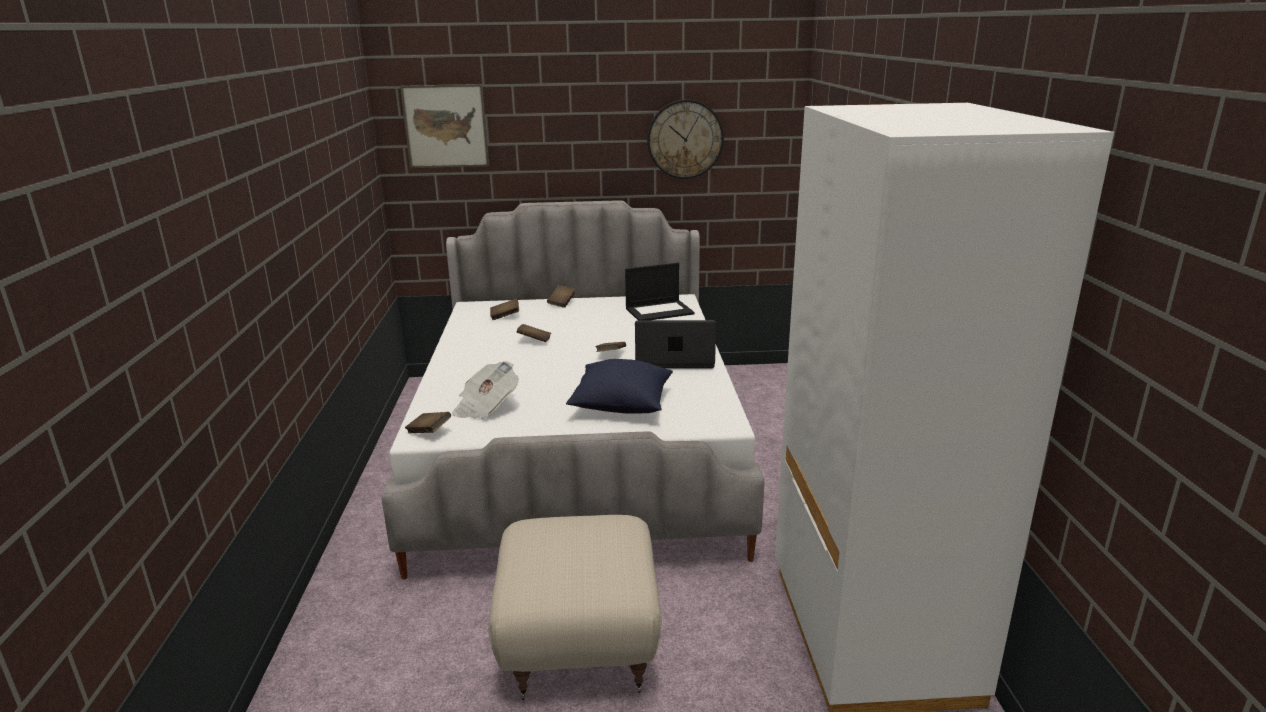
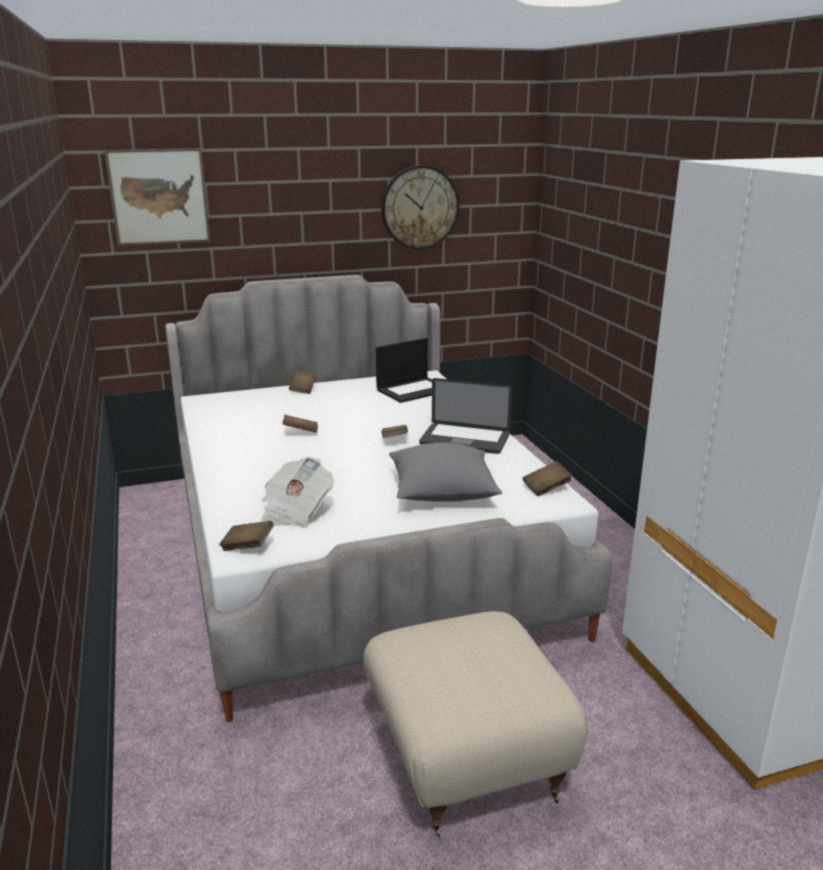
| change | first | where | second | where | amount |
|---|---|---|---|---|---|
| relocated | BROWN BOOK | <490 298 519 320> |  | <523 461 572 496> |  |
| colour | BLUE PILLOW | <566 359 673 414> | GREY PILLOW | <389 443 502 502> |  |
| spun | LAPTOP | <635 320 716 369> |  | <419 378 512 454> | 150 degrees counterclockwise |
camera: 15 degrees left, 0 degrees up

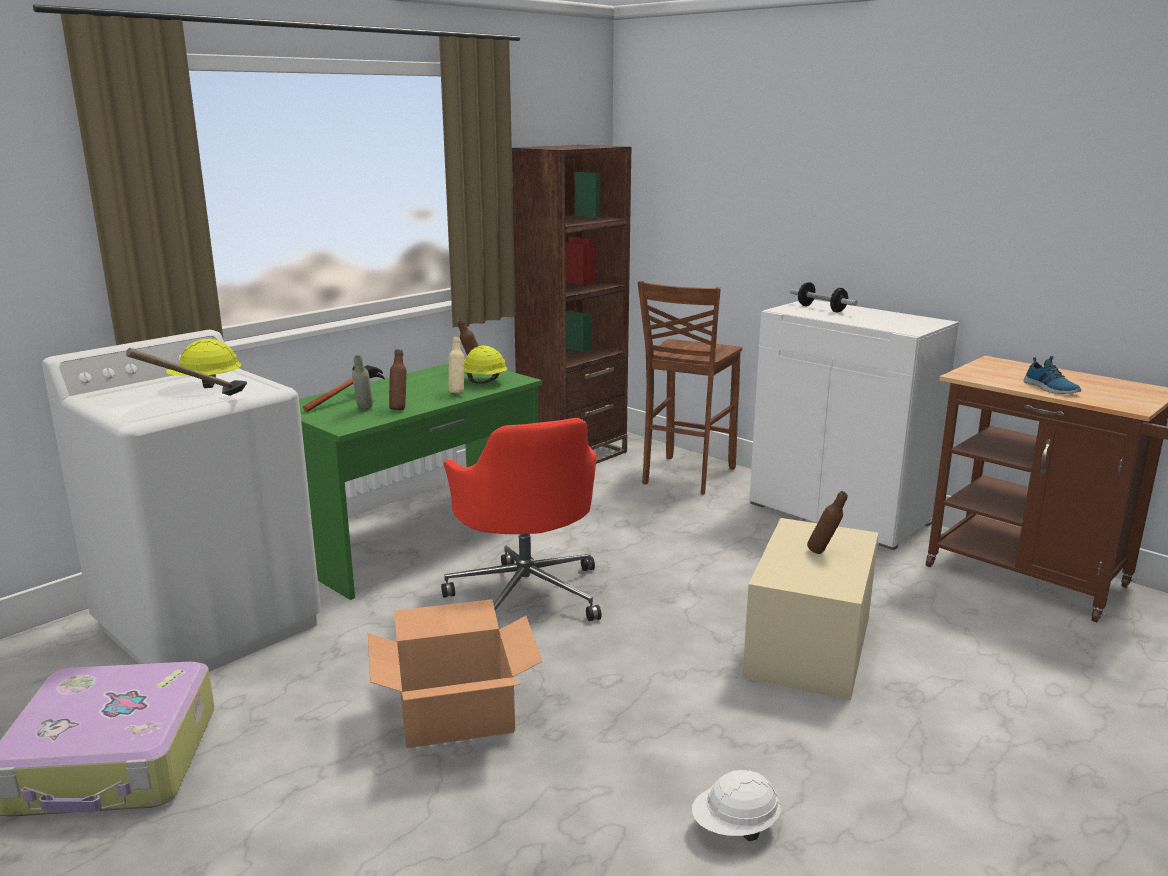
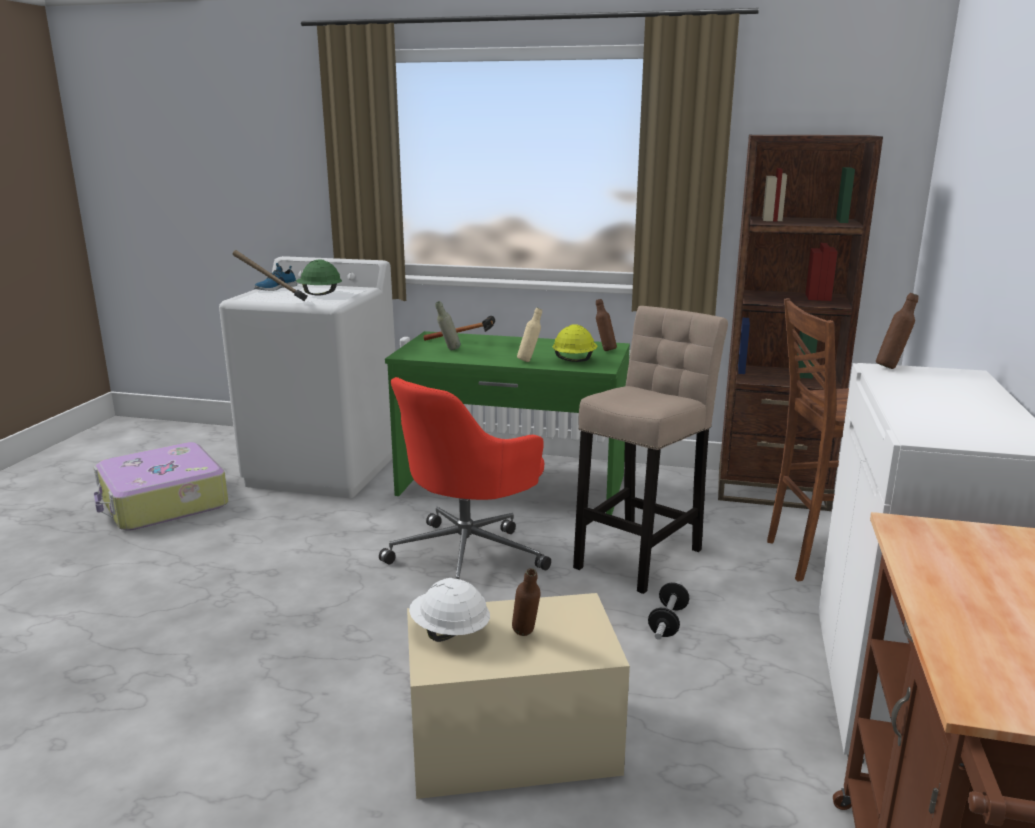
| change | first | where | second | where | amount |
|---|---|---|---|---|---|
| colour | YELLOW HARD HAT | <166 339 242 388> | GREEN HARD HAT | <296 260 342 295> |  |
| missing | CARDBOARD BOX | <368 599 543 748> |  |  |  |
| relocated | BROWN BOTTLE | <389 349 407 410> |  | <876 293 919 369> |  |
| relocated | WHITE HARD HAT | <692 770 781 841> |  | <409 578 490 642> |  |
| relocated | DUMBBELL | <790 282 857 312> |  | <648 582 689 640> |  |
| relocated | SHOE | <1024 356 1081 394> |  | <254 263 297 291> |  |
| appeared |  |  | BEIGE STOOL | <573 306 728 594> |  |
camera: 60 degrees right, 0 degrees up

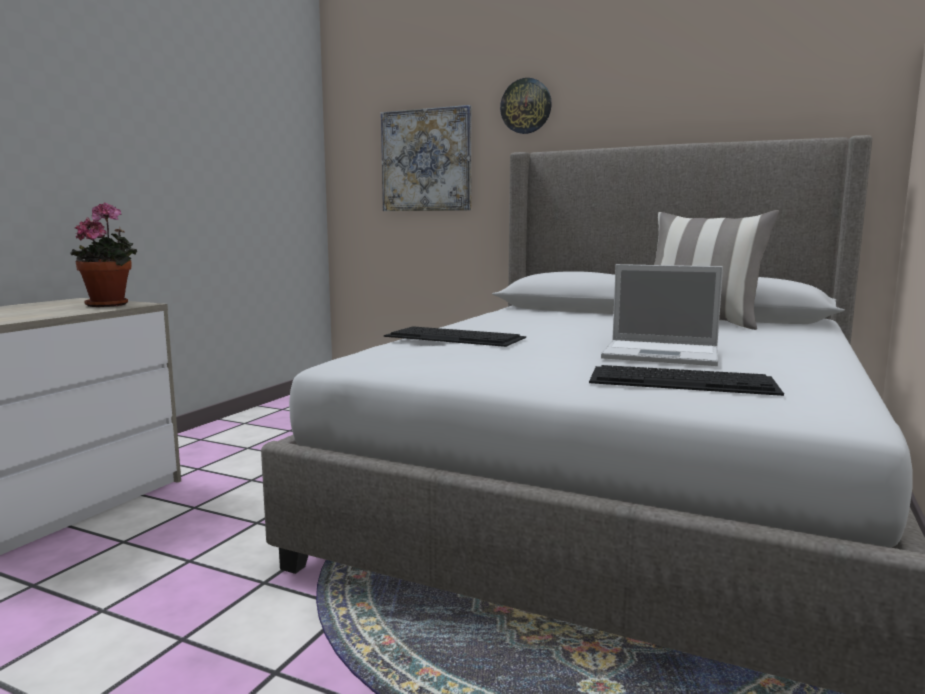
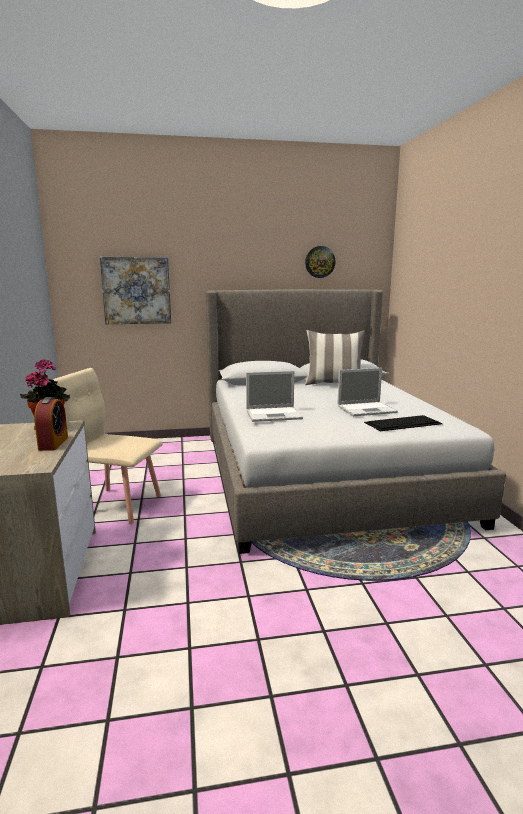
| change | first | where | second | where | amount |
|---|---|---|---|---|---|
| exchanged | KEYBOARD | <384 326 526 347> | LAPTOP | <246 371 303 422> |  |
| relocated | WALL CLOCK | <500 78 552 134> |  | <305 246 335 278> |  |
| appeared |  |  | ALARM CLOCK | <34 397 68 451> |  |
| appeared |  |  | BEIGE CHAIR | <52 368 163 524> |  |
camera: 35 degrees left, 5 degrees up

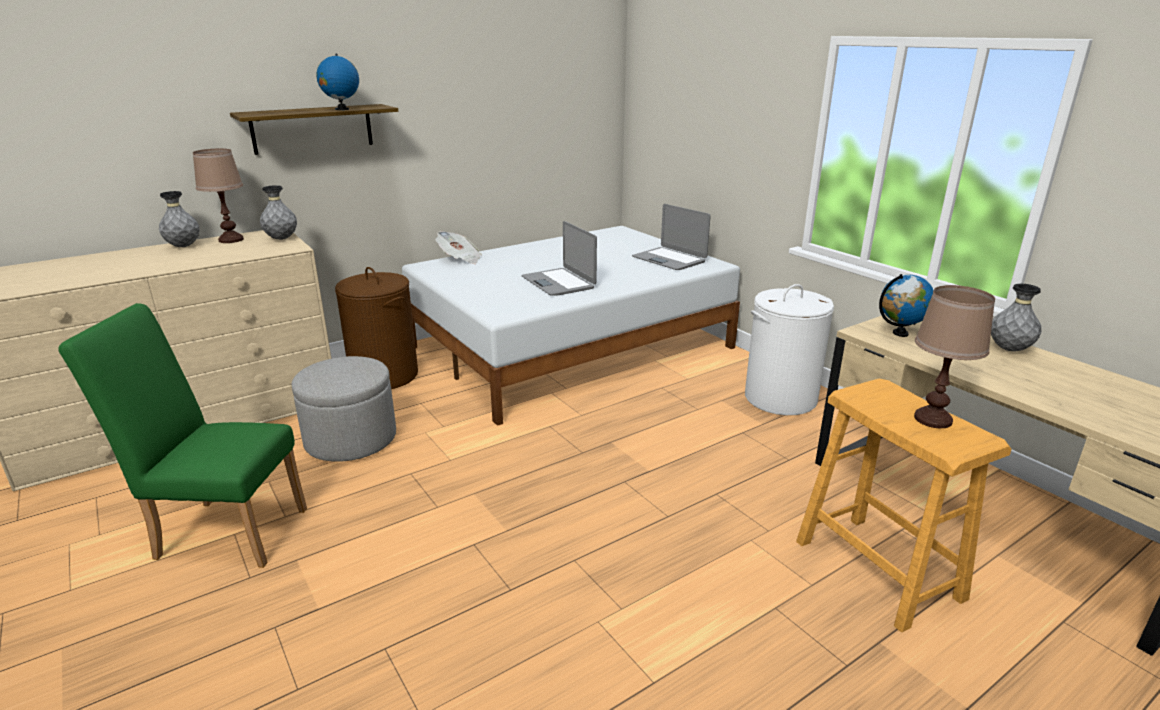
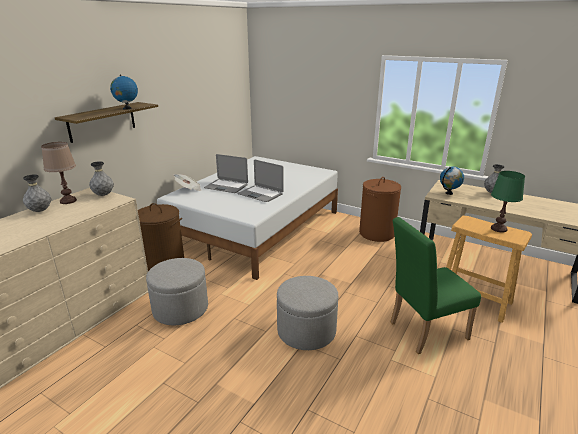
| change | first | where | second | where | amount |
|---|---|---|---|---|---|
| relocated | GREEN CHAIR | <58 303 307 568> |  | <391 217 481 354> |  |
| relocated | LAPTOP | <632 204 711 270> |  | <204 154 248 193> |  |
| colour | WHITE LAUNDRY BASKET | <745 284 834 415> | BROWN LAUNDRY BASKET | <359 177 401 242> |  |
| colour | BROWN TABLE LAMP | <914 285 995 428> | GREEN TABLE LAMP | <491 171 525 233> |  |
| appeared |  |  | GREY OTTOMAN | <277 276 338 350> |  |
camera: 25 degrees left, 0 degrees up

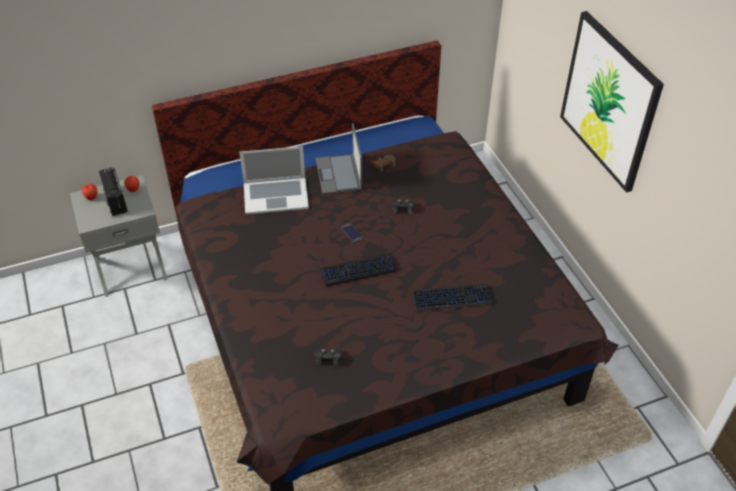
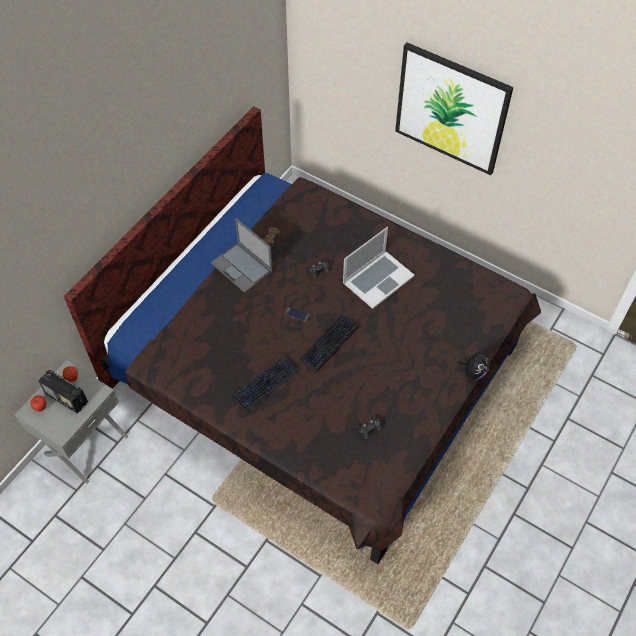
| change | first | where | second | where | amount |
|---|---|---|---|---|---|
| relocated | LAPTOP | <239 146 309 215> |  | <343 227 415 309> |  |
| relocated | KEYBOARD | <412 284 492 312> |  | <232 356 299 412> |  |
| appeared |  |  | PLUSH TOY | <458 350 490 380> |  |
camera: 35 degrees left, 10 degrees up

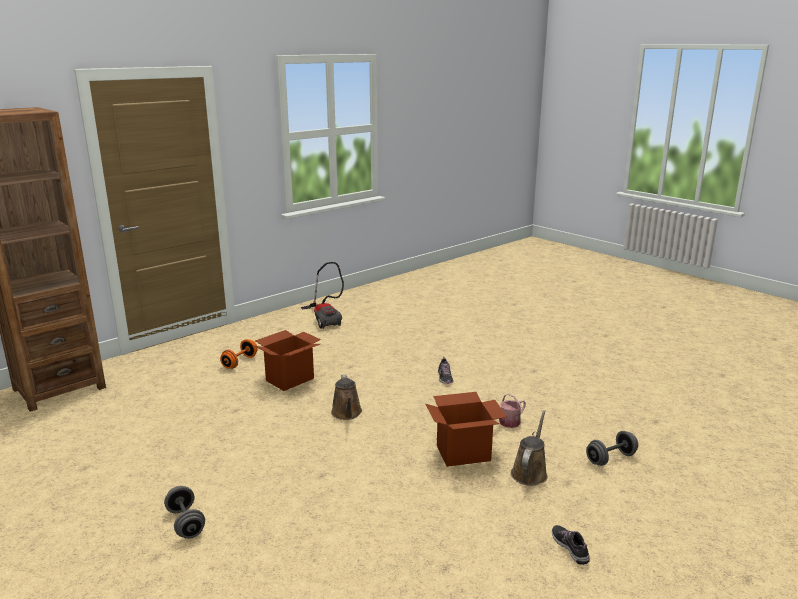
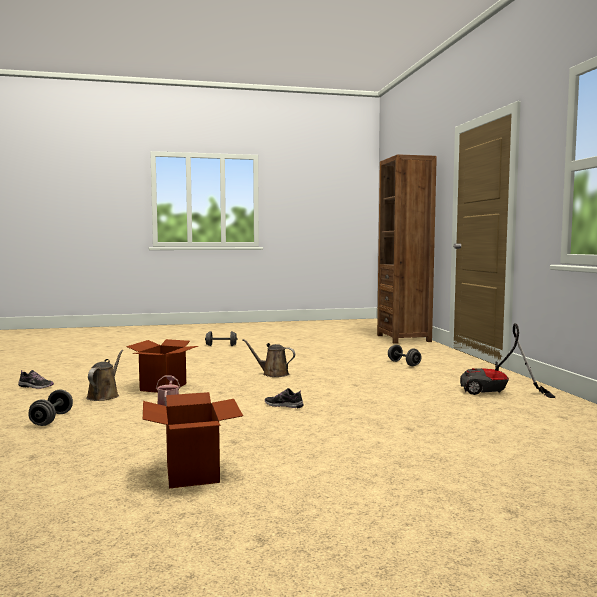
| change | first | where | second | where | amount |
|---|---|---|---|---|---|
| colour | ORANGE DUMBBELL | <220 339 258 369> | GREY DUMBBELL | <388 345 422 366> |  |
| relocated | CARDBOARD BOX | <255 330 321 391> |  | <143 392 243 488> |  |
| spun | BROWN WATERING CAN | <511 410 548 486> |  | <86 350 123 401> | 135 degrees counterclockwise |
camera: 120 degrees right, 15 degrees down

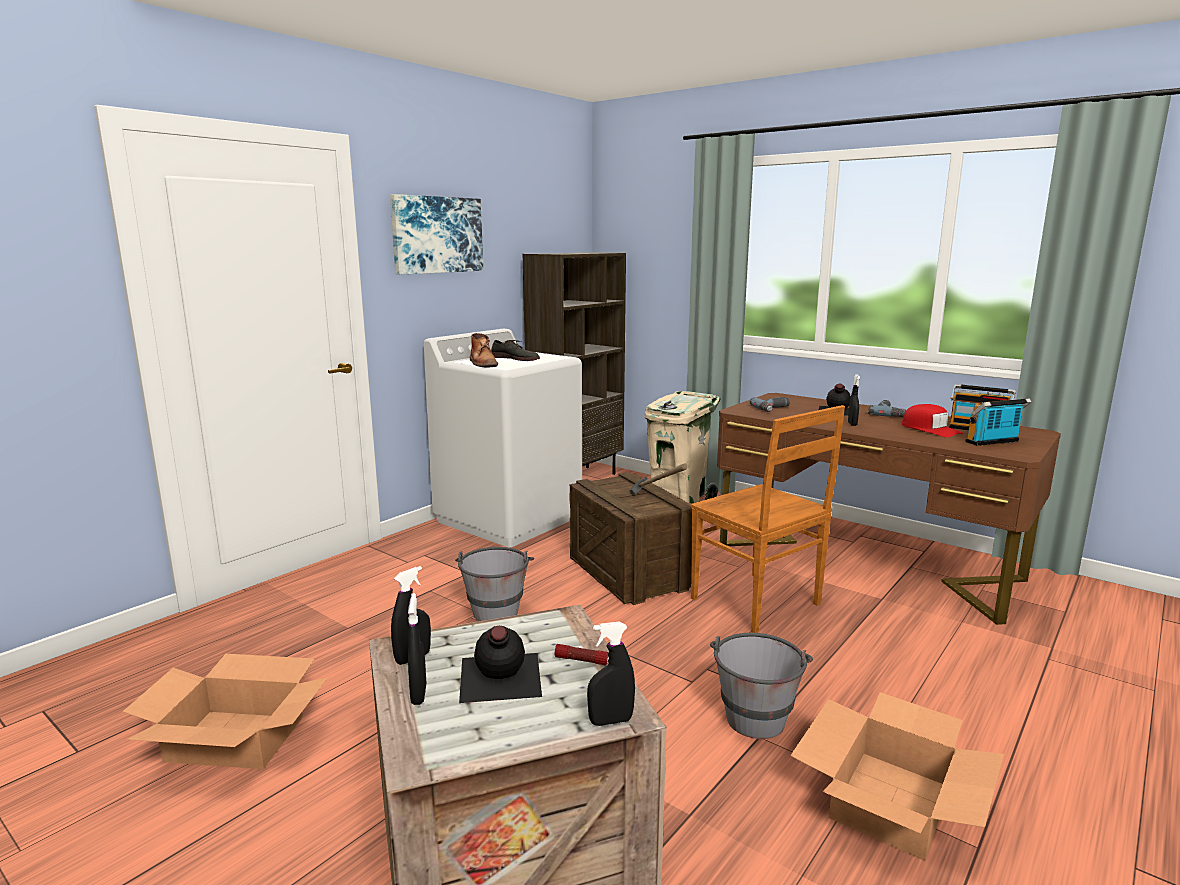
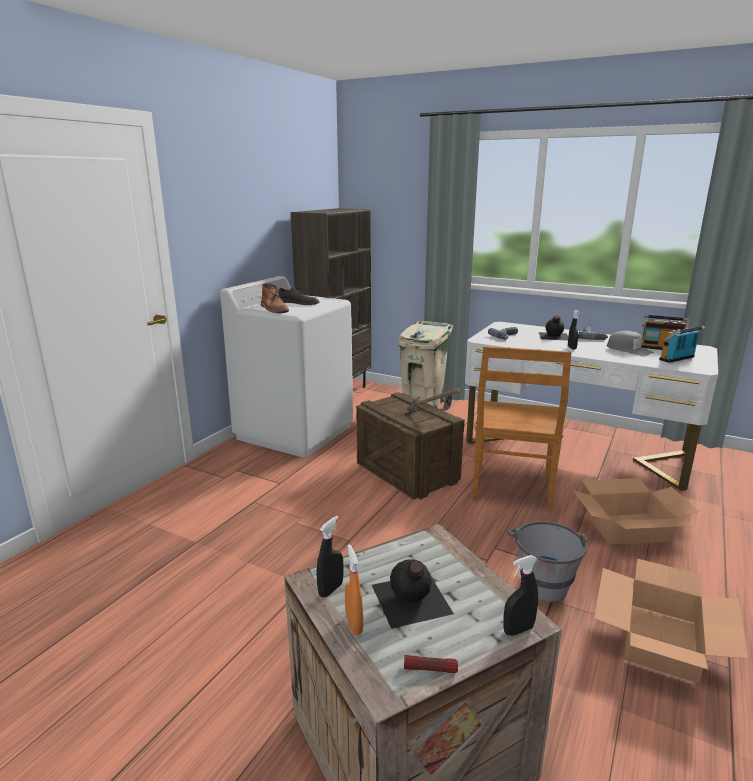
| change | first | where | second | where | amount |
|---|---|---|---|---|---|
| relocated | CARDBOARD BOX | <123 654 328 769> |  | <572 478 699 545> |  |
| missing | PICTURE | <390 194 483 274> |  |  |  |
| colour | BLACK SPRAY BOTTLE | <408 593 426 705> | ORANGE SPRAY BOTTLE | <345 544 363 635> |  |
| missing | GREY BUCKET | <455 547 534 621> |  |  |  |
| relocated | FLASHLIGHT | <555 644 609 665> |  | <404 655 458 673> |  |
| spun | BROWN CHAIR | <691 405 845 633> |  | <473 346 571 510> | 60 degrees clockwise |
| colour | BROWN DESK | <717 393 1061 625> | WHITE DESK | <465 322 718 491> |  |
| colour | RED CAP | <902 404 964 437> | GREY CAP | <607 331 654 356> |  |
camera: 10 degrees left, 5 degrees up

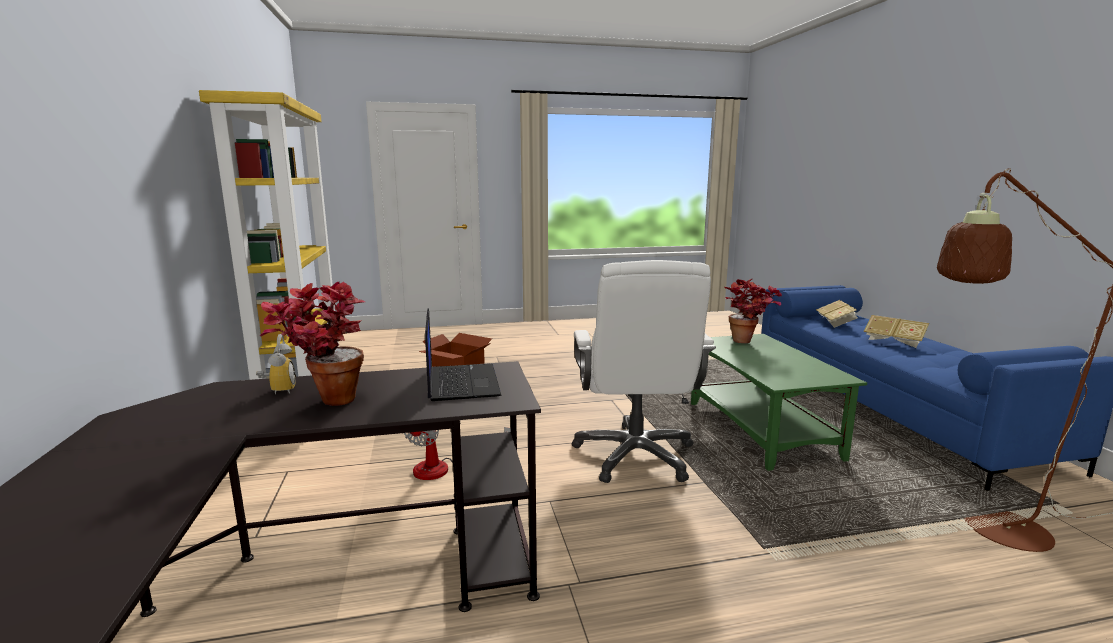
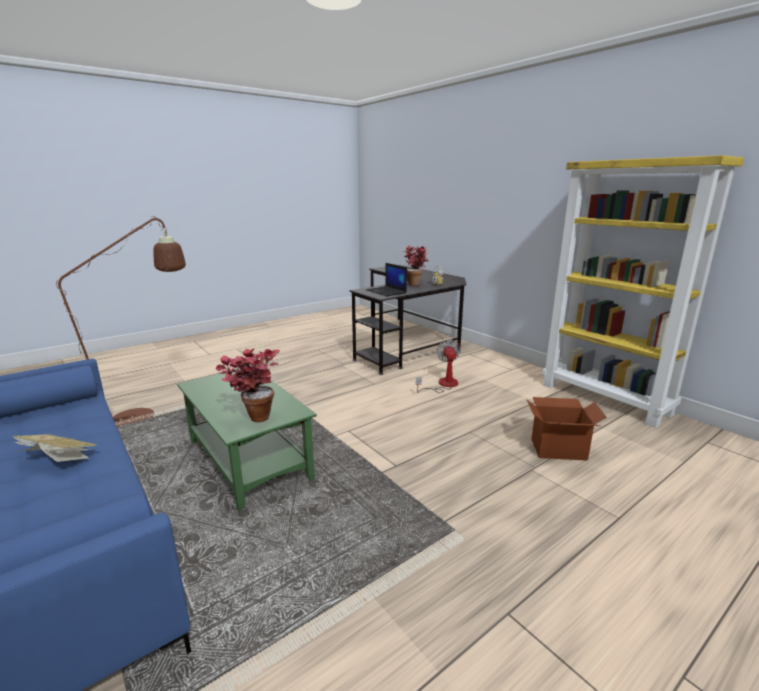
| change | first | where | second | where | amount |
|---|---|---|---|---|---|
| missing | WHITE OFFICE CHAIR | <572 260 716 483> |  |  |  |
| missing | BOOK | <816 300 858 328> |  |  |  |
camera: 155 degrees right, 5 degrees up

